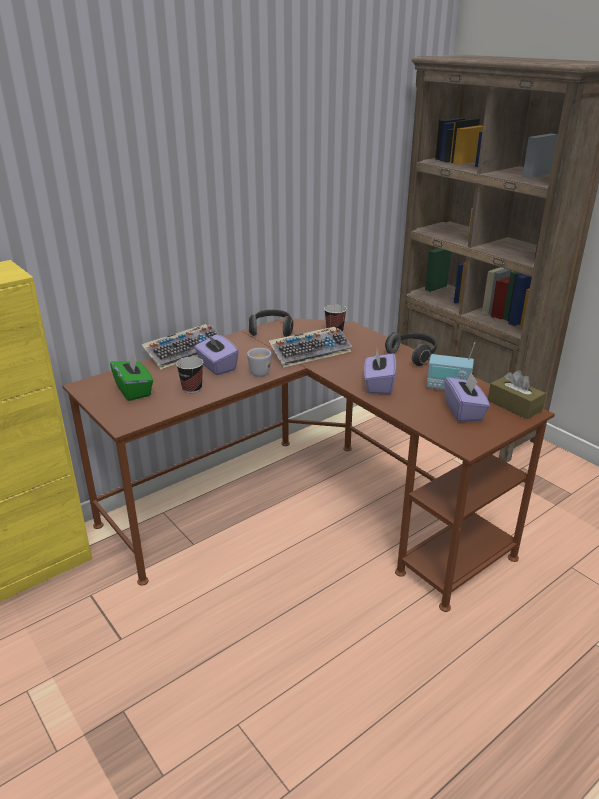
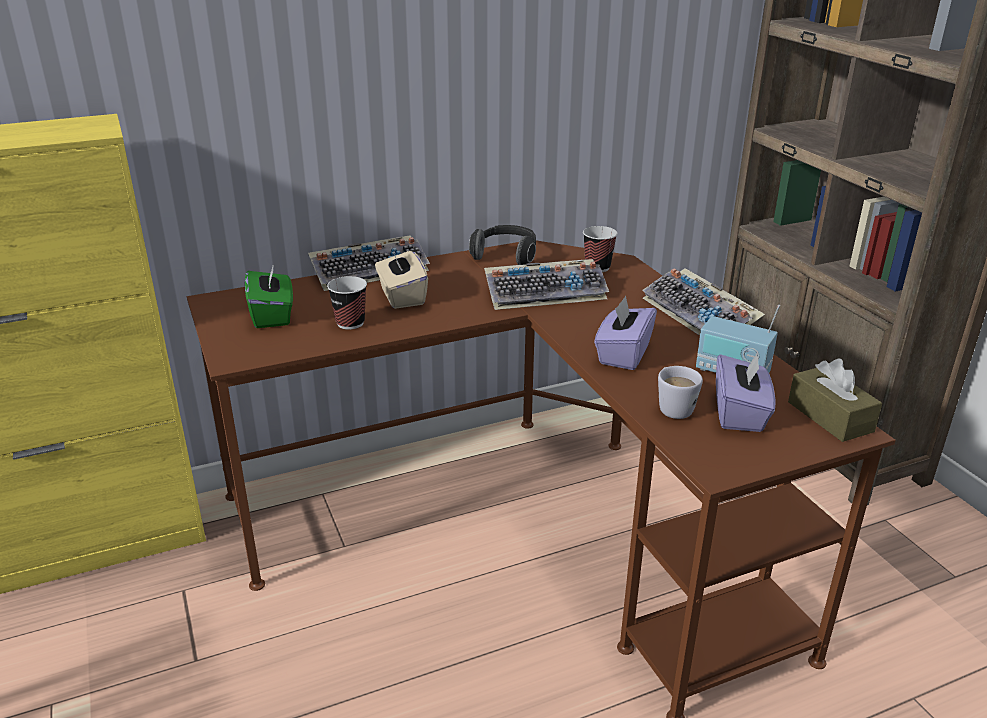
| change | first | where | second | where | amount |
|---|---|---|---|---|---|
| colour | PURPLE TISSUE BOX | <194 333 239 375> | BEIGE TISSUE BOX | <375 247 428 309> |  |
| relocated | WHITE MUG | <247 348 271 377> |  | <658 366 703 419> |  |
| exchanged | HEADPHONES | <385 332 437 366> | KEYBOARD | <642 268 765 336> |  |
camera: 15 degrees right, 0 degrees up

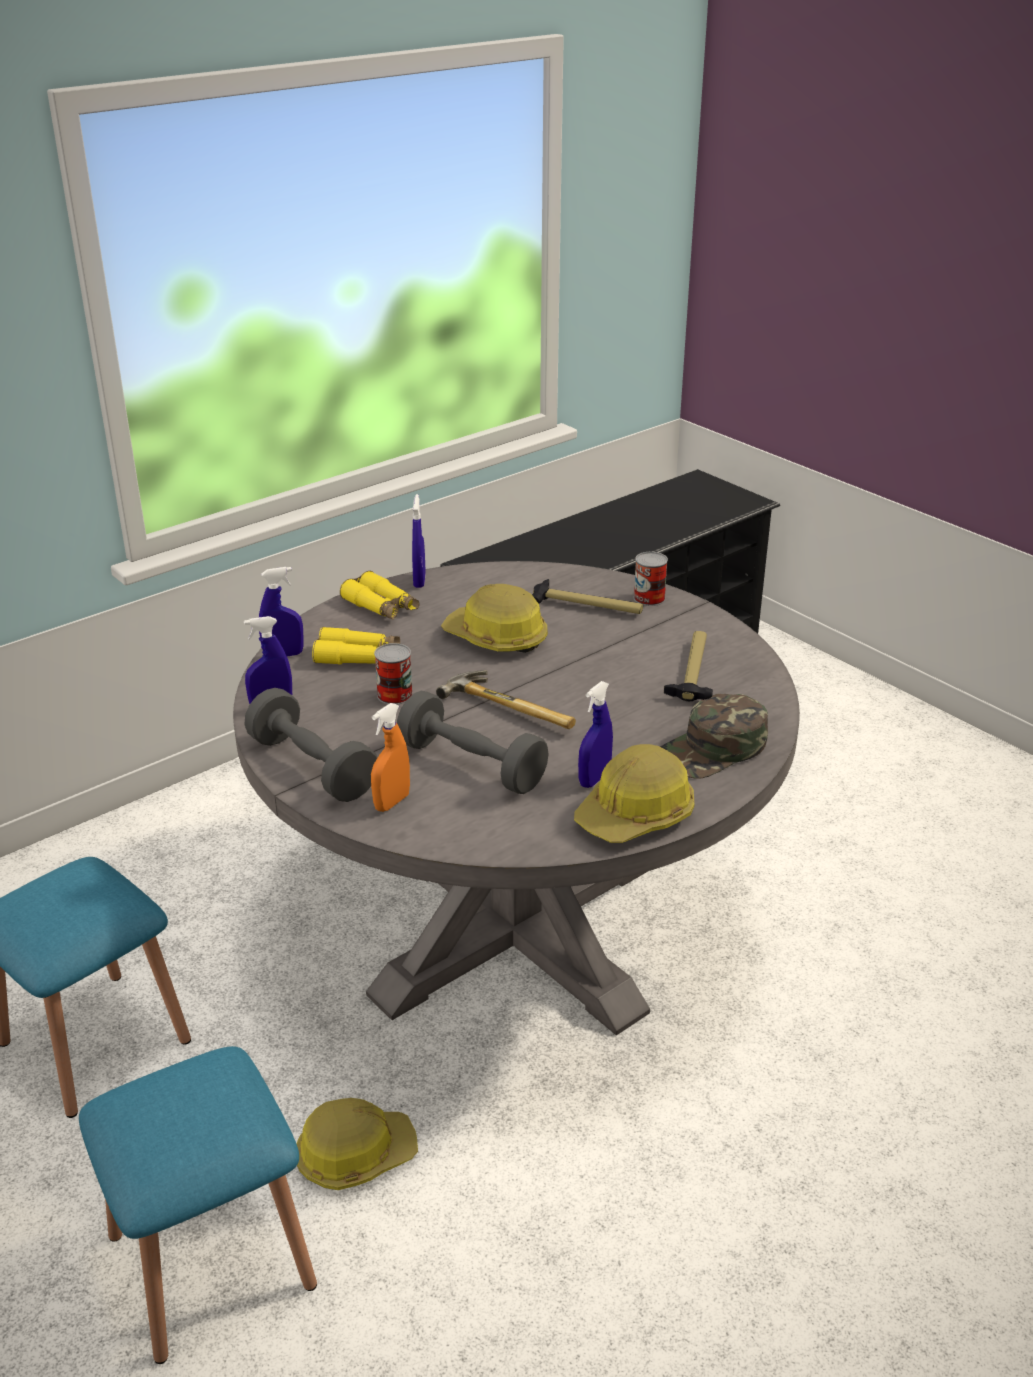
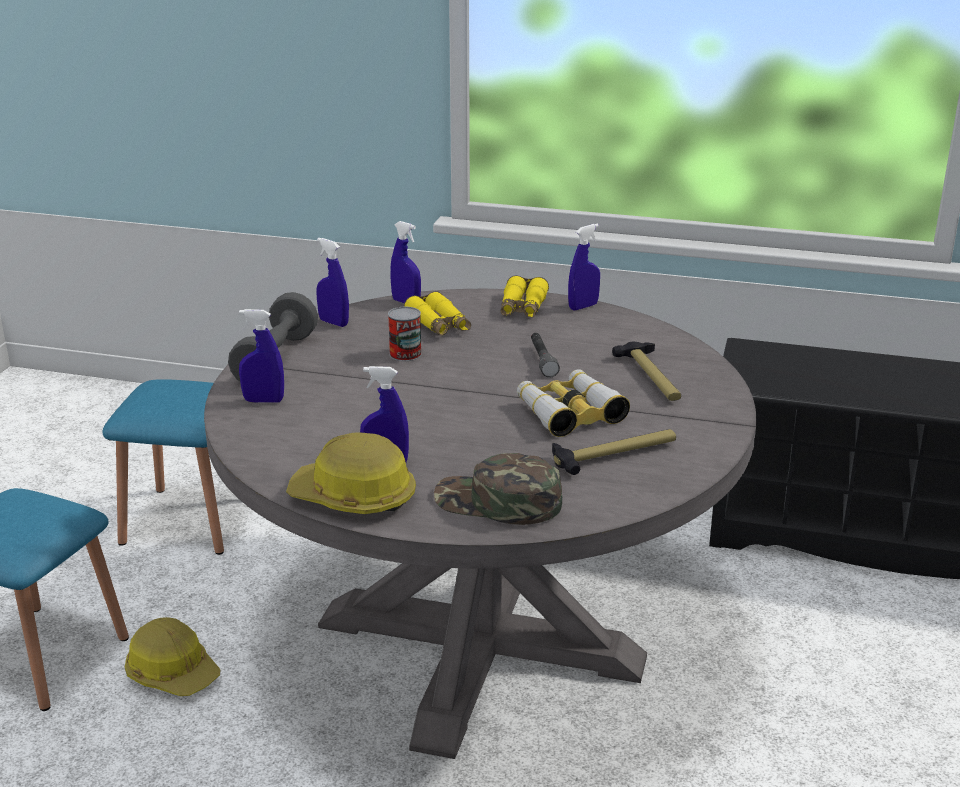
| change | first | where | second | where | amount |
|---|---|---|---|---|---|
| colour | ORANGE SPRAY BOTTLE | <371 703 410 812> | BLUE SPRAY BOTTLE | <239 309 284 403> |  |
| missing | GREY DUMBBELL | <397 691 549 794> |  |  |  |
| missing | HAMMER | <436 670 576 729> |  |  |  |
| exchanged | HARD HAT | <441 584 548 653> | GREY FLASHLIGHT | <531 333 560 378> |  |
| missing | CAN | <633 552 668 606> |  |  |  |
| appeared |  |  | BINOCULARS | <517 369 630 437> |  |
camera: 55 degrees right, 5 degrees down

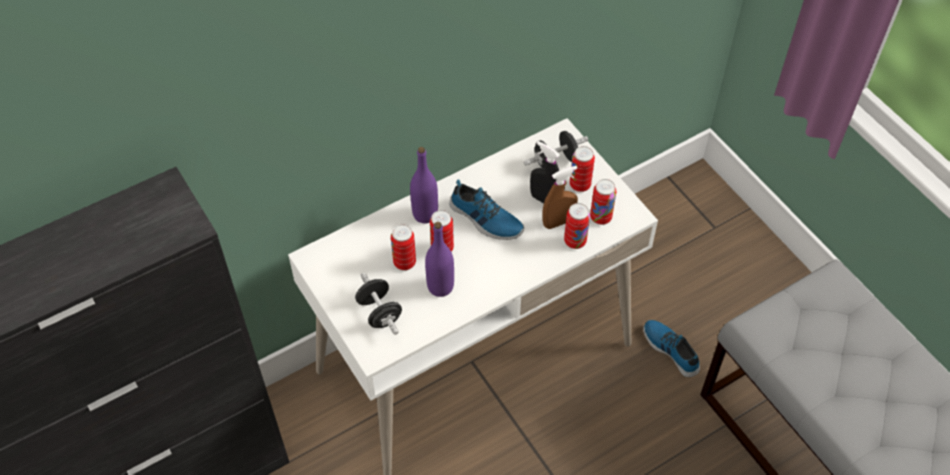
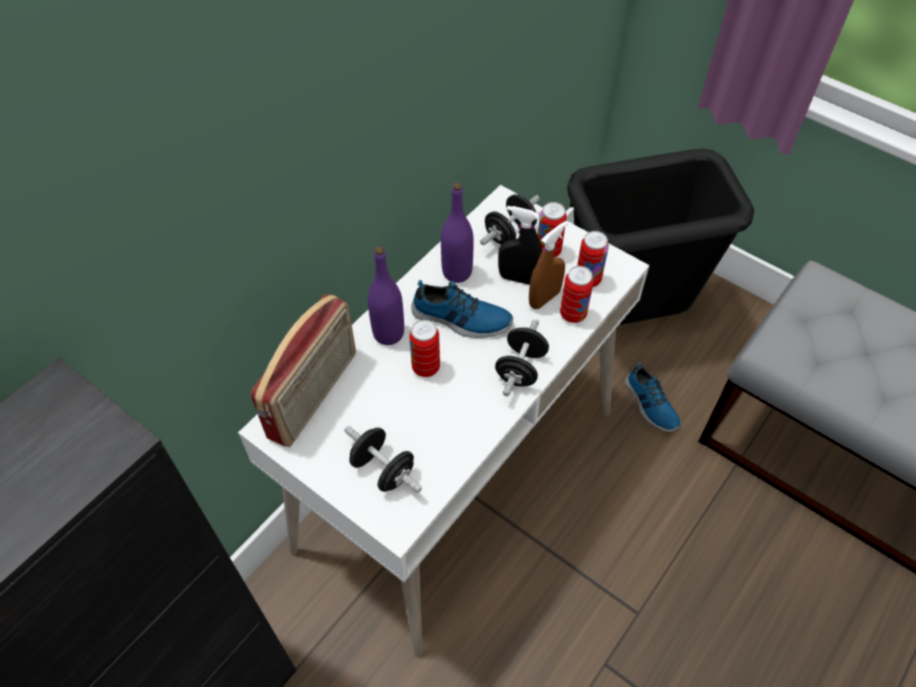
| change | first | where | second | where | amount |
|---|---|---|---|---|---|
| missing | CAN | <391 224 416 270> |  |  |  |
| relocated | PURPLE BOTTLE | <425 222 454 297> |  | <441 183 474 283> |  |
| spun | SHOE | <643 320 700 377> |  | <625 362 681 432> | 150 degrees counterclockwise |
| appeared |  |  | RADIO | <251 294 356 447> |  |
| appeared |  |  | BLACK DUMBBELL | <495 319 549 396> |  |
| appeared |  |  | BLACK TRASH CAN | <567 148 754 325> |  |
camera: 20 degrees left, 0 degrees up

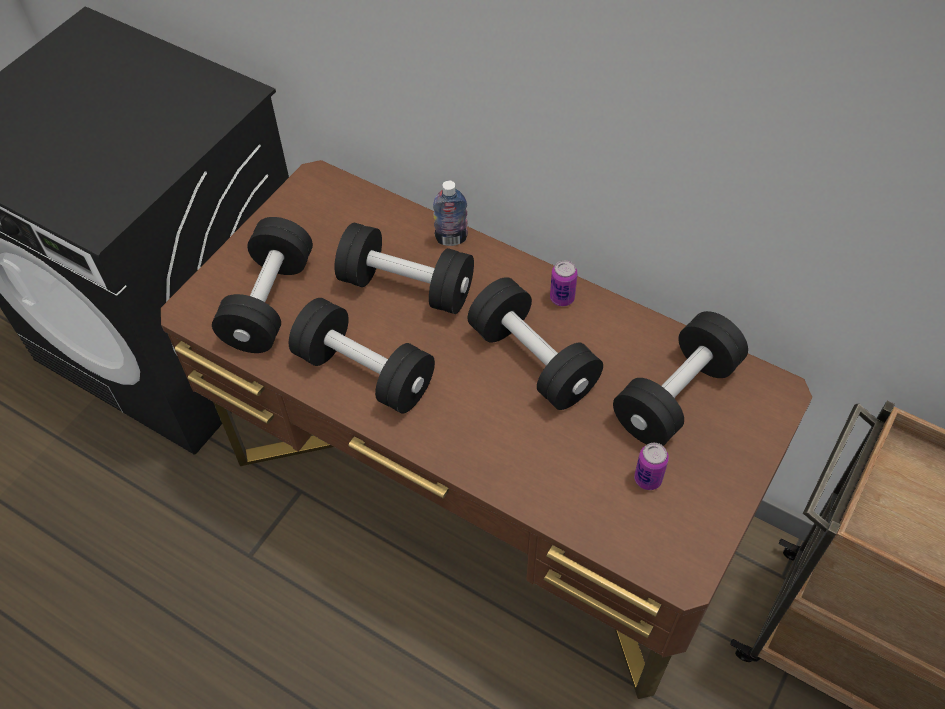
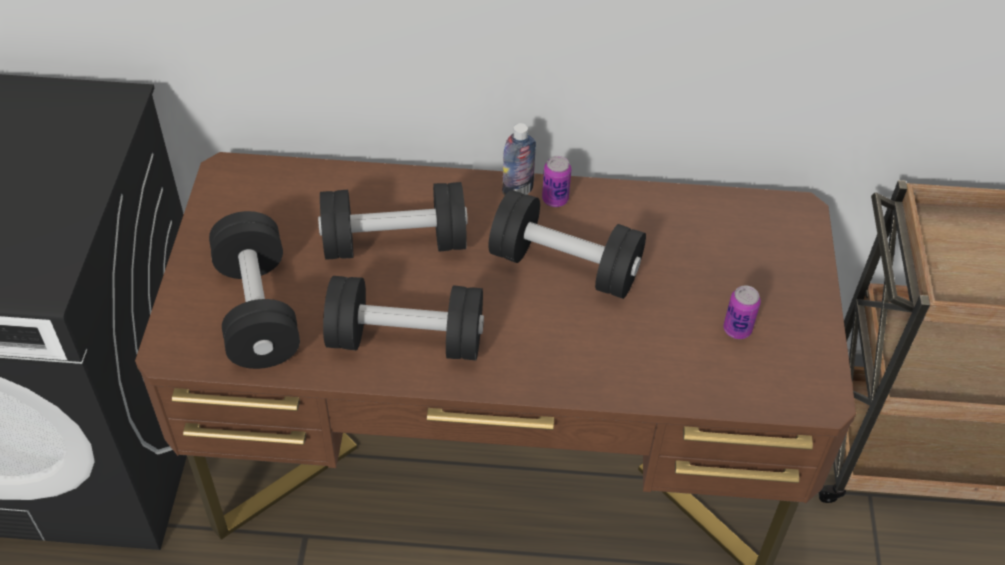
| change | first | where | second | where | amount |
|---|---|---|---|---|---|
| relocated | BOTTLE | <433 181 468 246> |  | <502 123 536 196> |  |
| missing | BLACK DUMBBELL | <613 311 748 446> |  |  |  |
camera: 30 degrees left, 5 degrees down

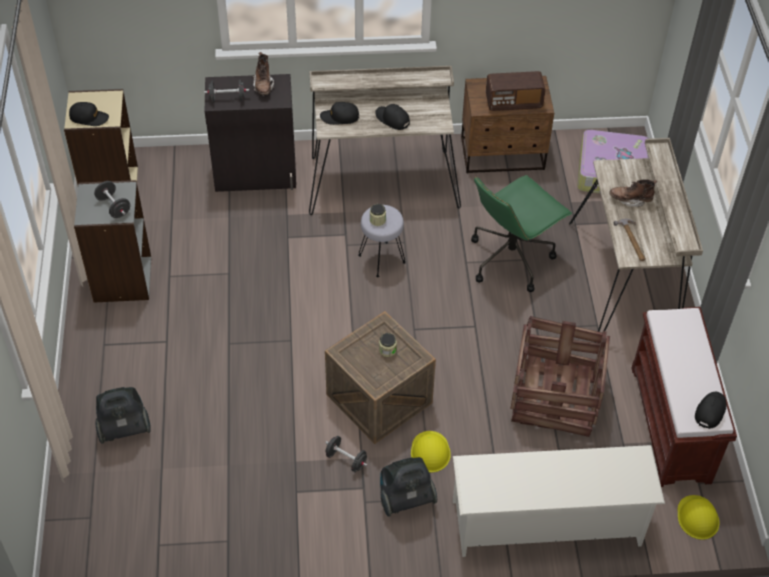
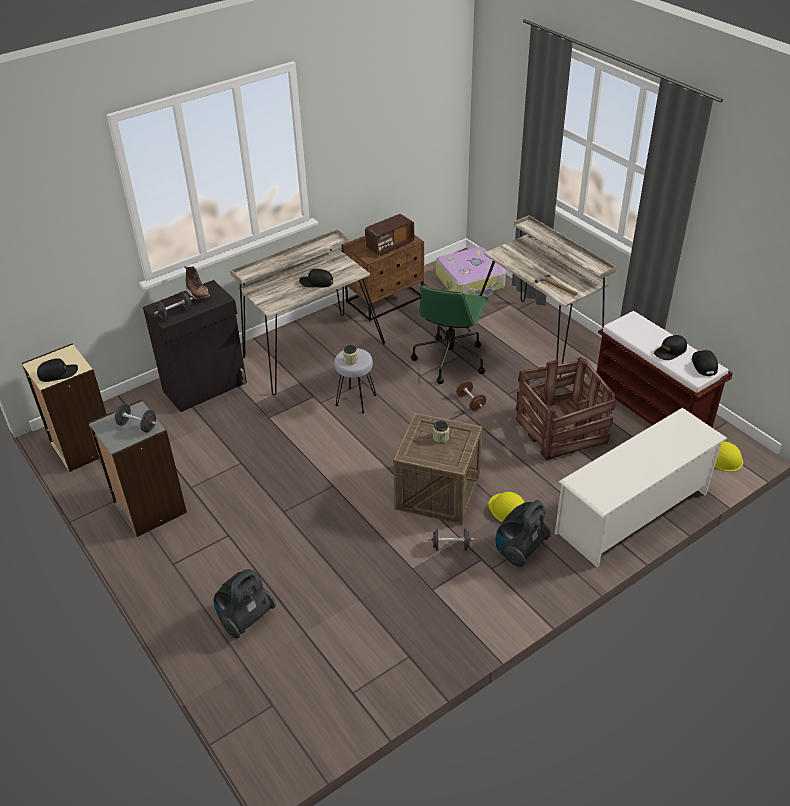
| change | first | where | second | where | amount |
|---|---|---|---|---|---|
| relocated | BLACK CAP | <320 102 359 125> |  | <654 335 687 360> |  |
| missing | BROWN BOOT | <609 179 657 207> |  |  |  |
| appeared |  |  | BROWN DUMBBELL | <456 381 486 411> |  |
camera: 30 degrees left, 10 degrees down

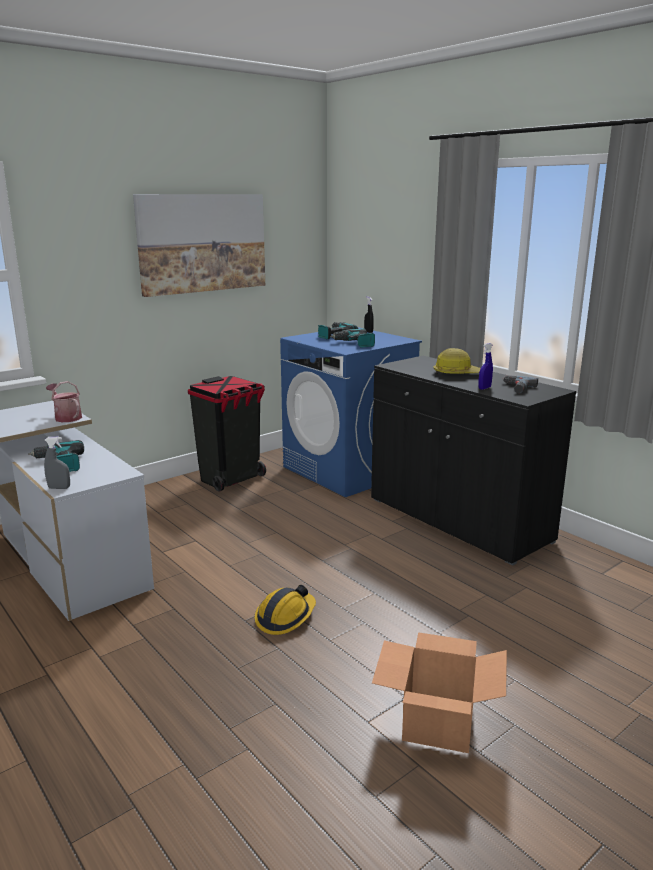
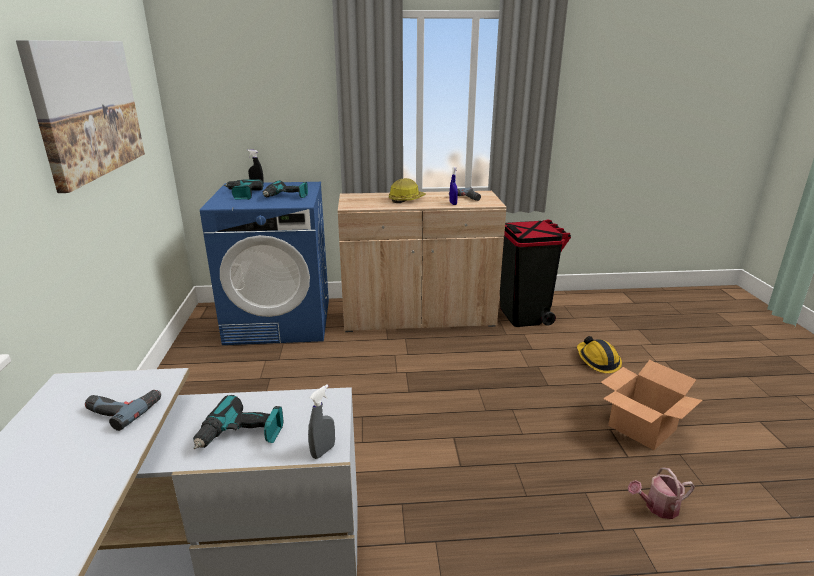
| change | first | where | second | where | amount |
|---|---|---|---|---|---|
| relocated | WATERING CAN | <46 381 82 422> |  | <628 467 695 519> |  |
| relocated | BLACK TRASH CAN | <188 376 266 492> |  | <500 220 571 327> |  |
| relocated | HARD HAT | <254 585 316 635> |  | <577 336 622 373> |  |
| colour | BLACK CABINET | <371 356 576 566> | BEIGE CABINET | <338 191 506 332> |  |
| appeared |  |  | POWER DRILL | <85 390 161 431> |  |
camera: 55 degrees left, 5 degrees up

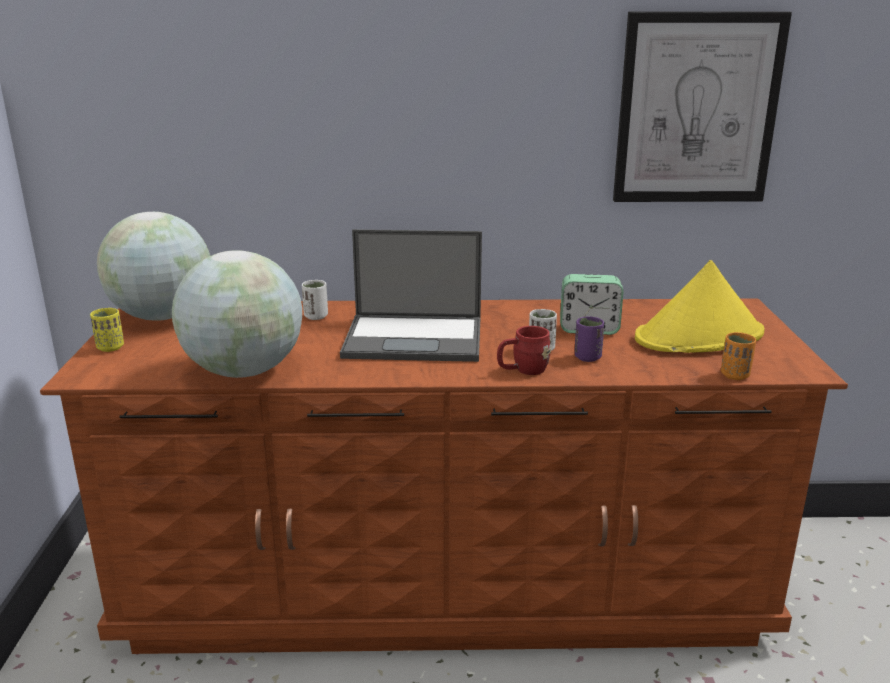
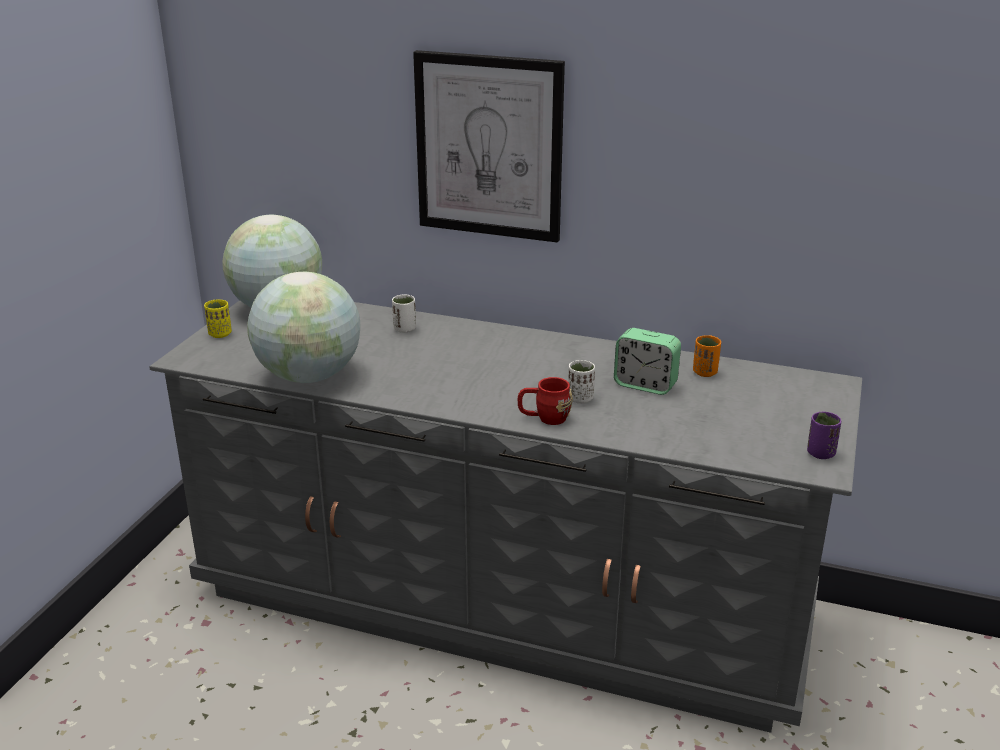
| change | first | where | second | where | amount |
|---|---|---|---|---|---|
| colour | BROWN DRESSER | <40 298 848 654> | GREY DRESSER | <149 300 862 733> |  |
| missing | LAPTOP | <340 229 482 362> |  |  |  |
| relocated | PURPLE CUP | <575 316 604 362> |  | <807 412 841 459> |  |
| relocated | PICTURE | <613 12 792 202> |  | <413 50 565 243> |  |
| missing | YELLOW HAT | <635 260 764 353> |  |  |  |
| relocated | ORANGE CUP | <721 332 756 380> |  | <693 335 721 377> |  |
camera: 20 degrees right, 5 degrees up

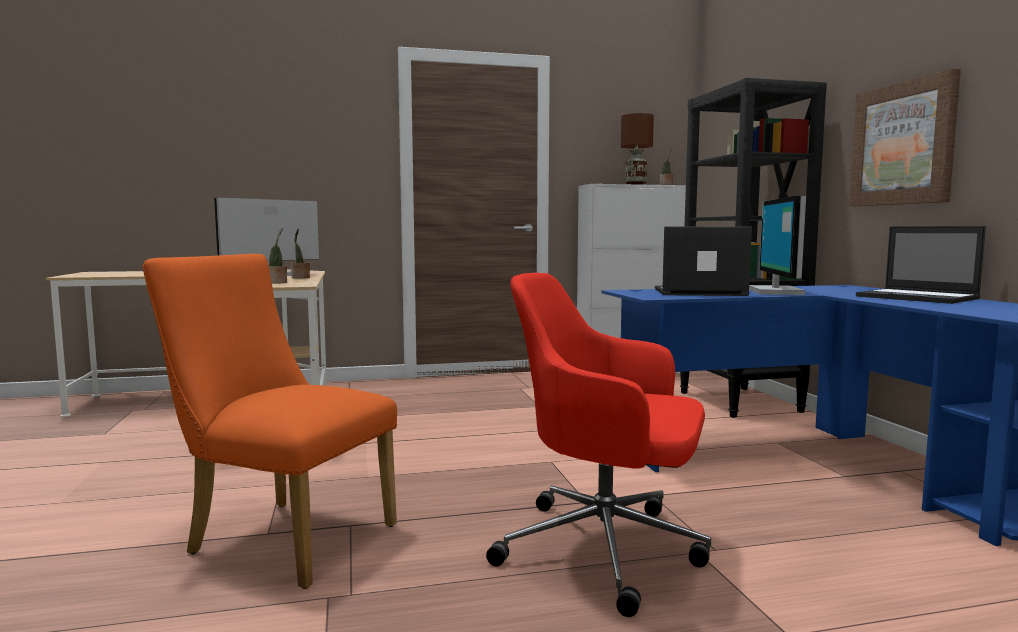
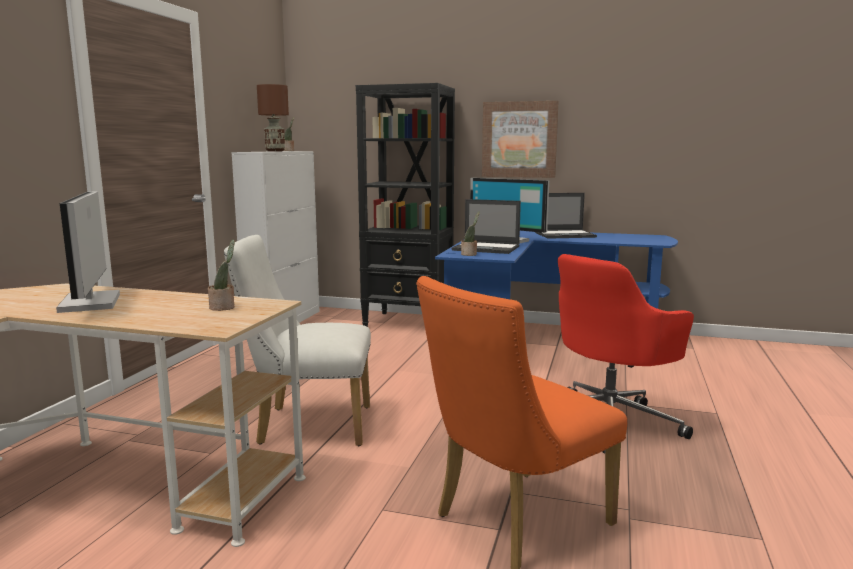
| change | first | where | second | where | amount |
|---|---|---|---|---|---|
| relocated | POTTED PLANT | <291 228 310 279> |  | <461 211 480 256> |  |
| spun | LAPTOP | <655 226 752 296> |  | <452 199 521 254> | 105 degrees counterclockwise |
| appeared |  |  | WHITE CHAIR | <224 235 371 446> |  |
camera: 60 degrees left, 5 degrees up

